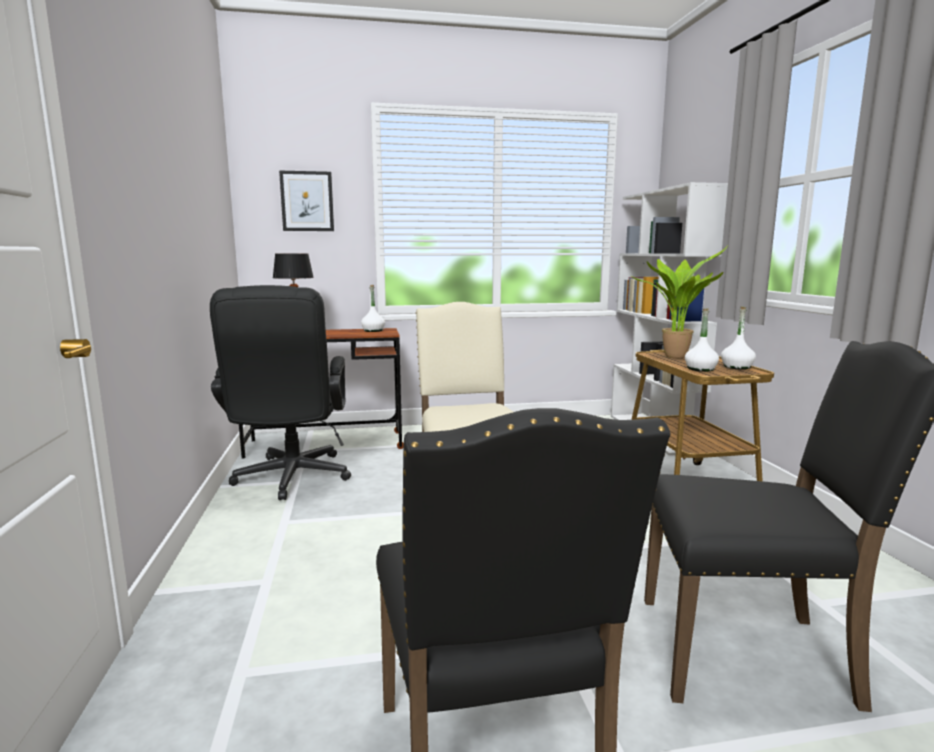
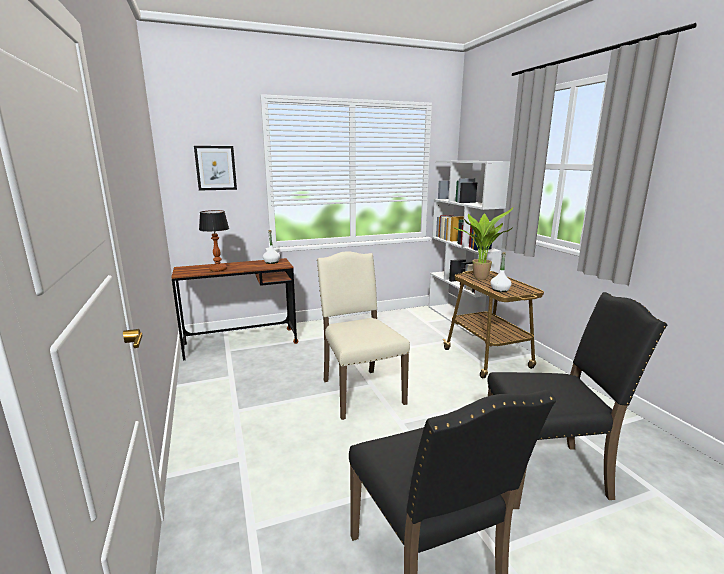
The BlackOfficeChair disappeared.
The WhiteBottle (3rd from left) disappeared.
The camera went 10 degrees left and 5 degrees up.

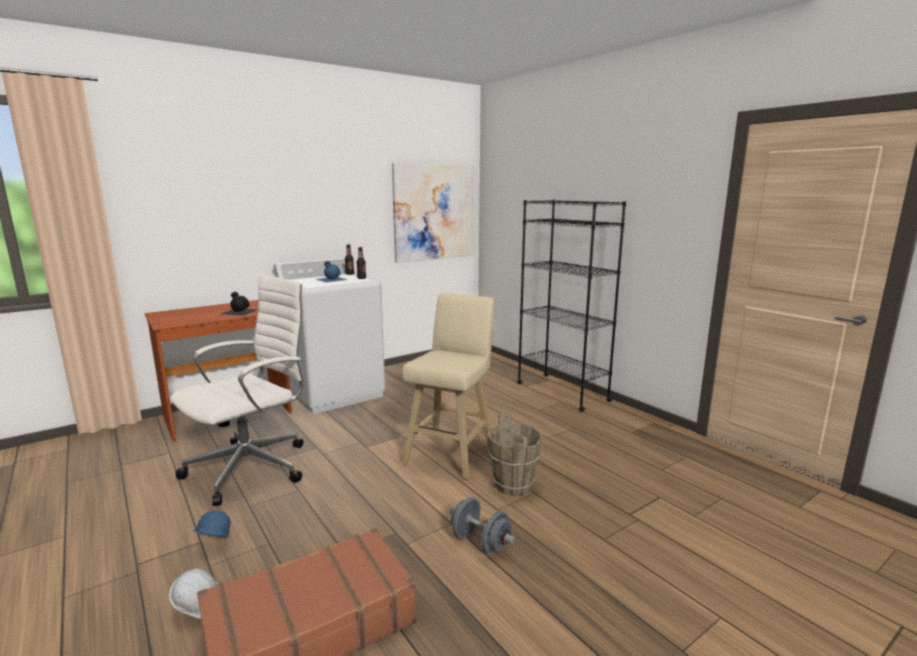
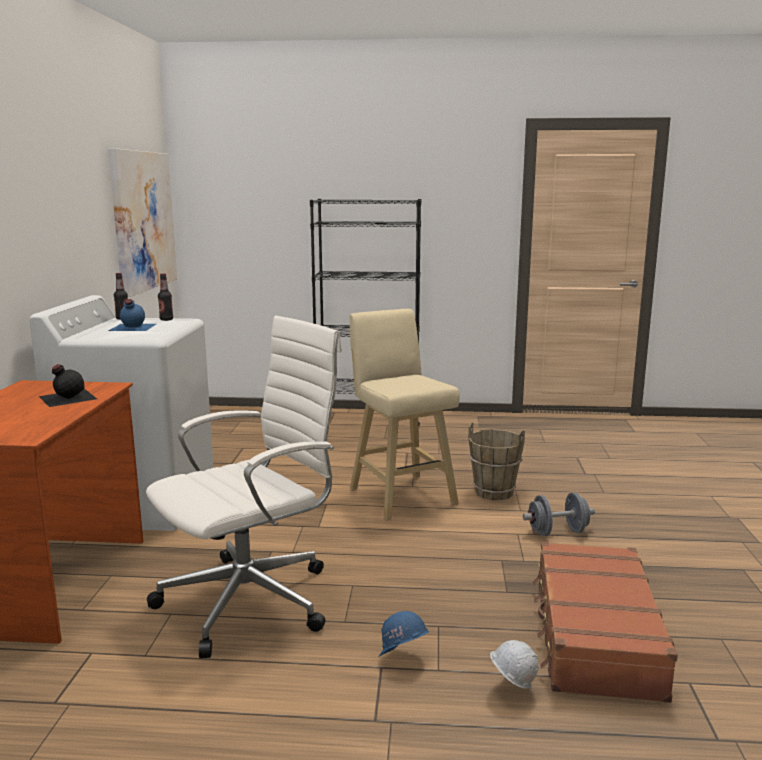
The WhiteOfficeChair turned 60 degrees clockwise.
The camera went 50 degrees left and 0 degrees up.

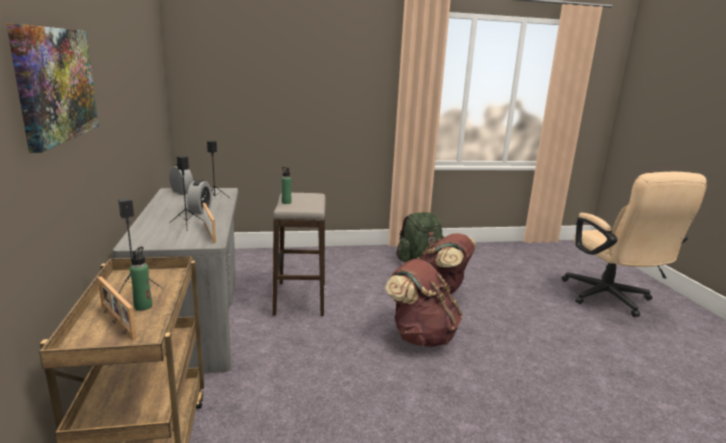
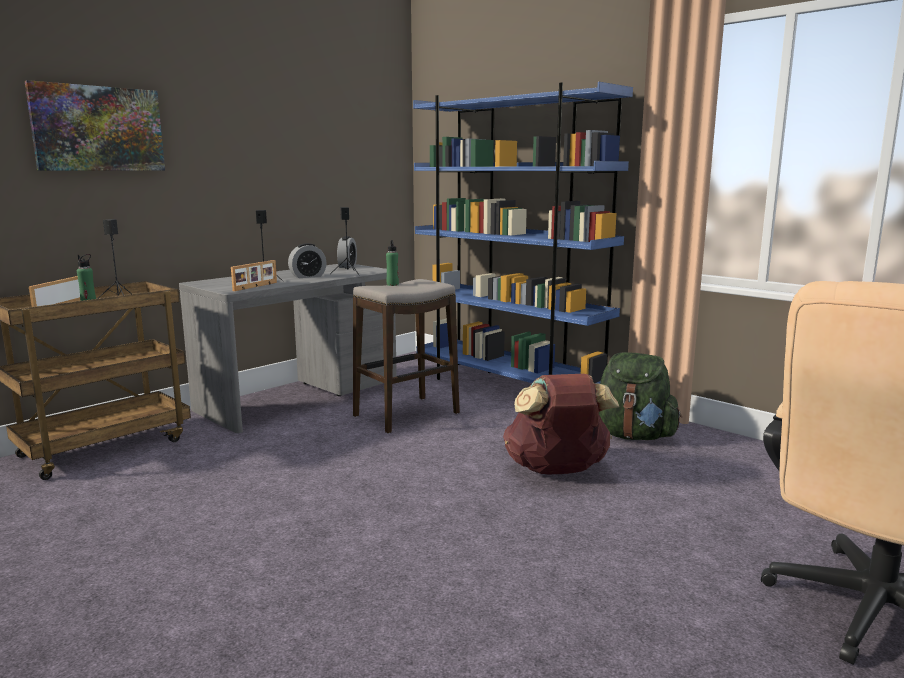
The BrownBackpack (1st from left) disappeared.
The BlueBookcase appeared.
The camera went 55 degrees right and 5 degrees down.

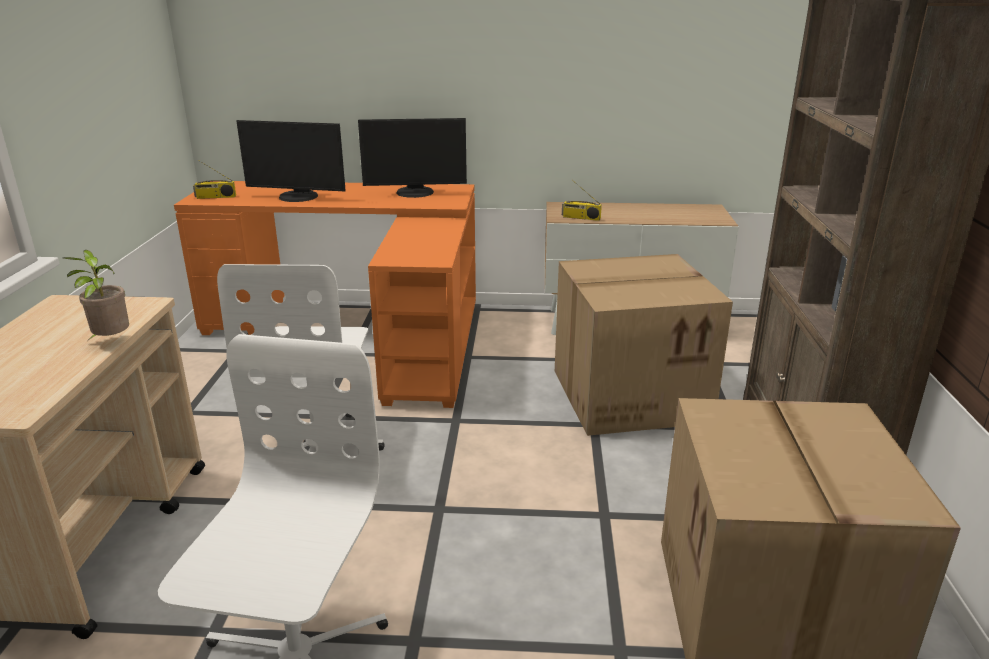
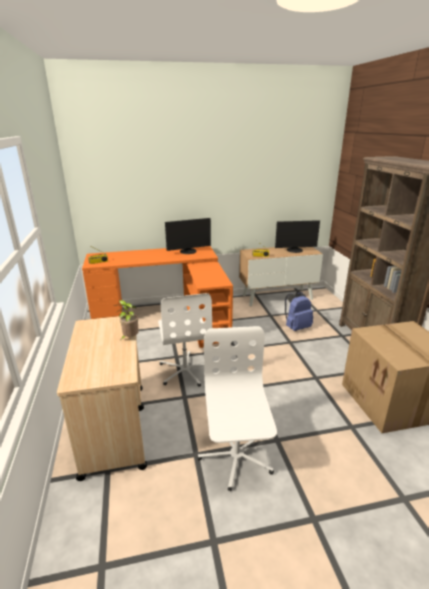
The Monitor (1st from left in the first image) moved.
The CardboardBox (1st from left) was replaced by the BlueBackpack.
The camera went 15 degrees left and 0 degrees up.

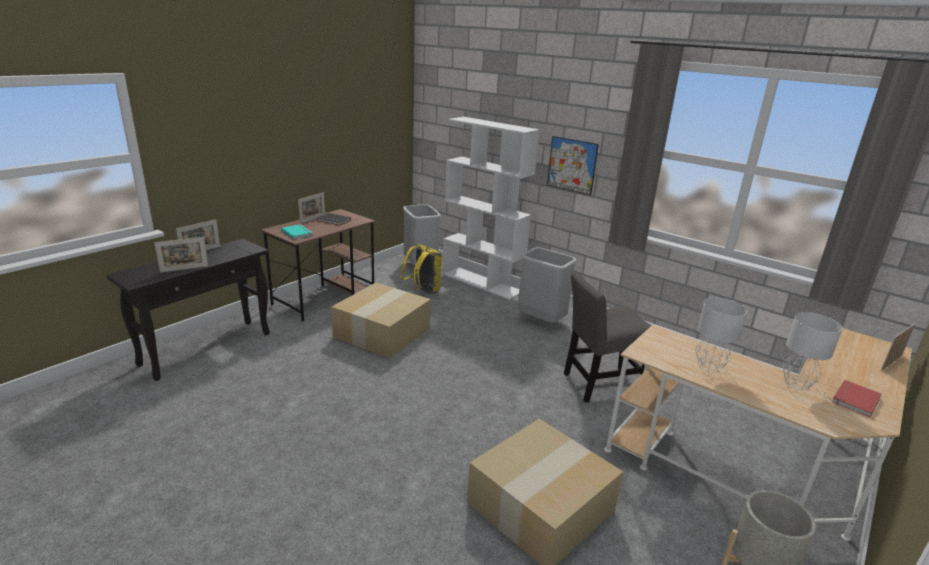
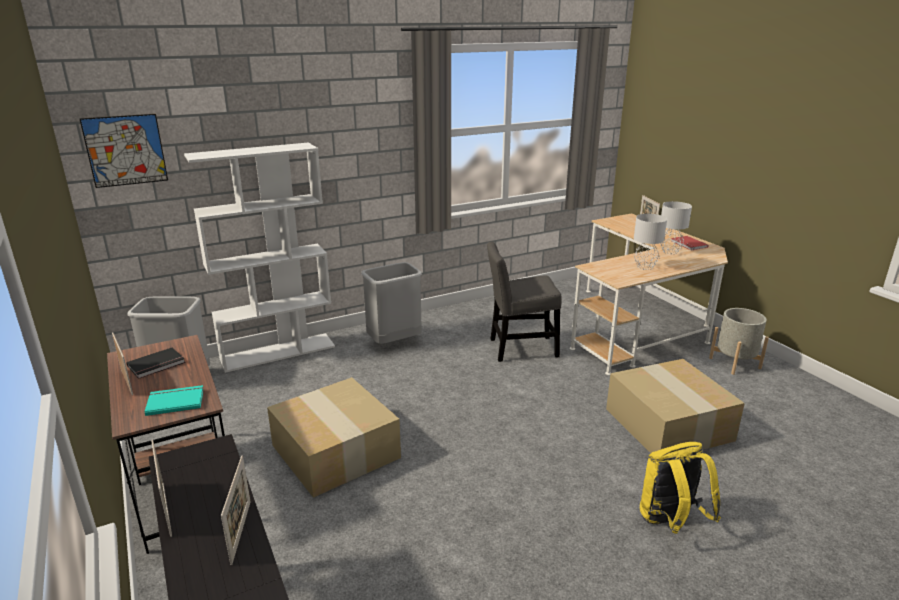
The YellowBackpack moved.
The Picture moved.
The GreyChair turned 75 degrees clockwise.
The camera went 65 degrees left and 0 degrees up.

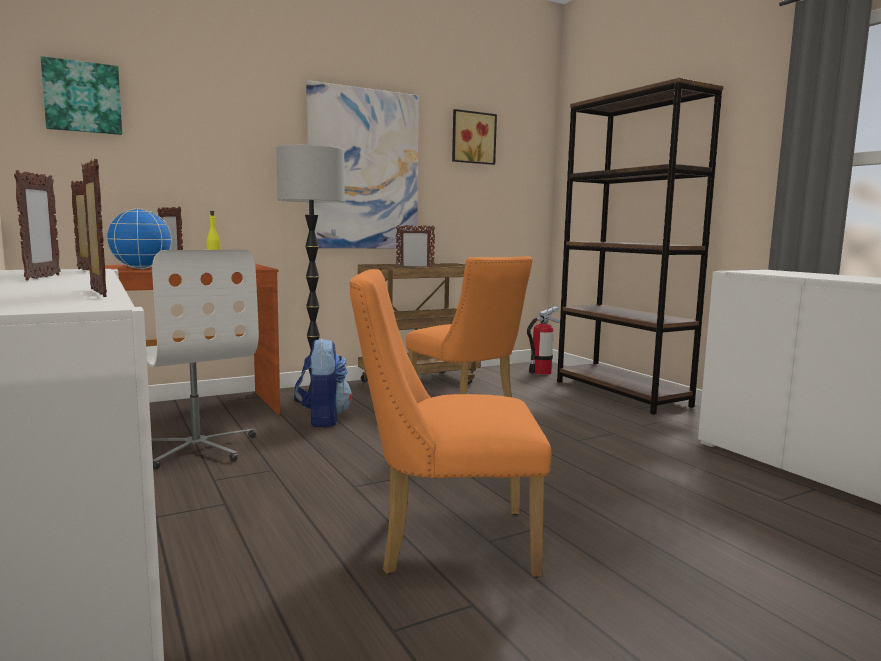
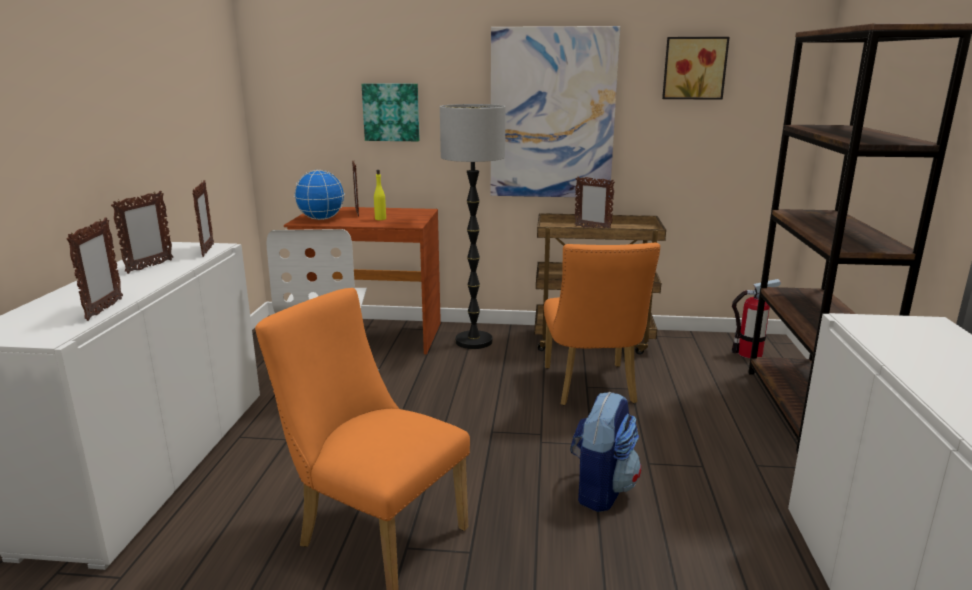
The Picture (1st from left) moved.
The Backpack moved.
The camera went 35 degrees right and 10 degrees up.

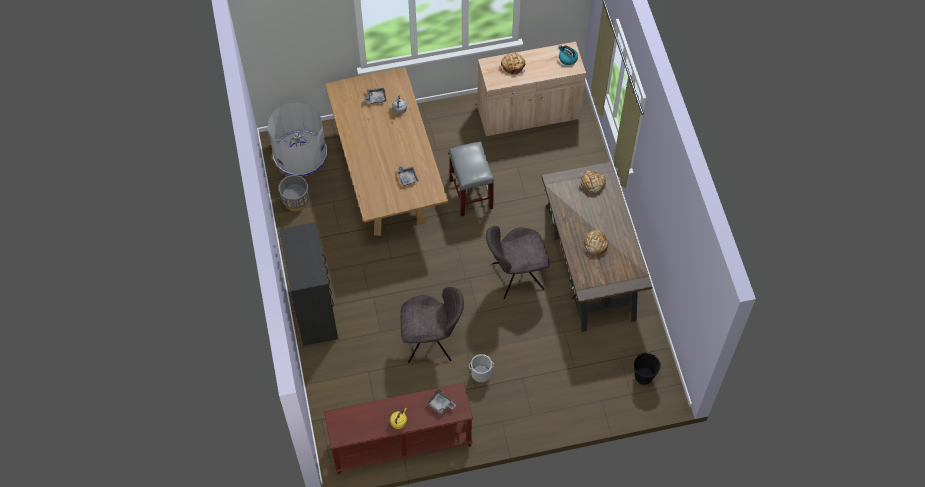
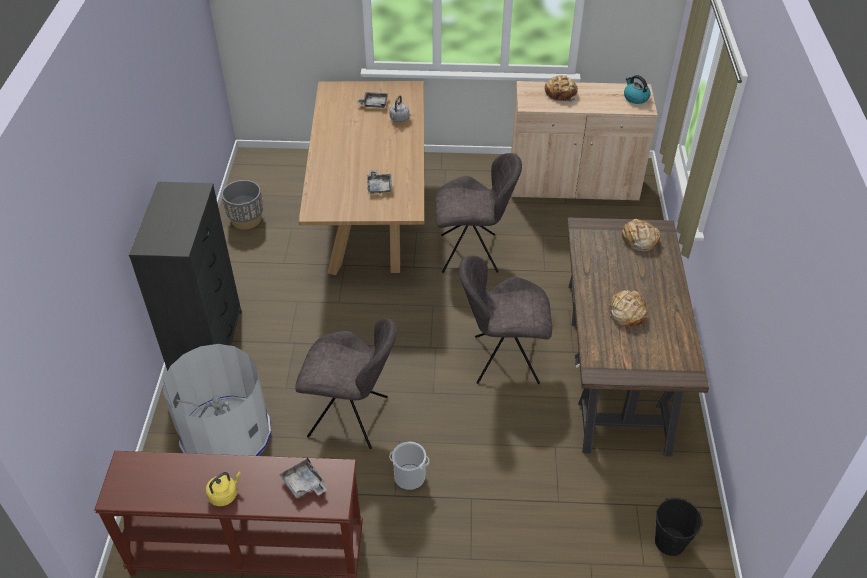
The GreyTrashCan moved.
The GreyStool was replaced by the GreyChair (2nd from left).
The camera went 15 degrees right and 15 degrees down.

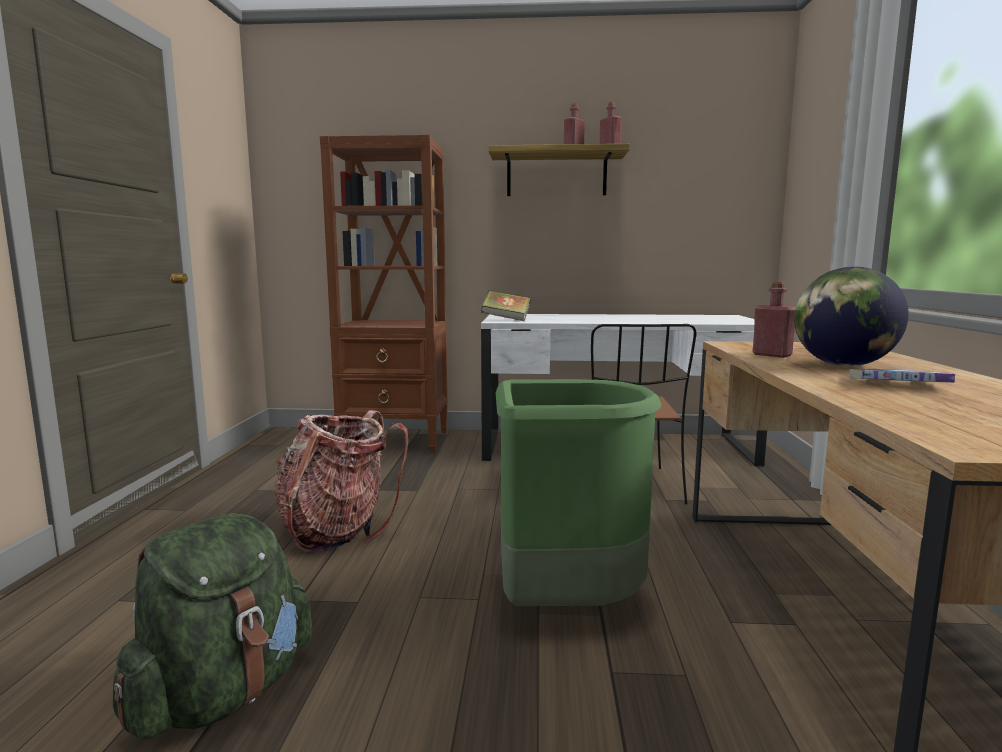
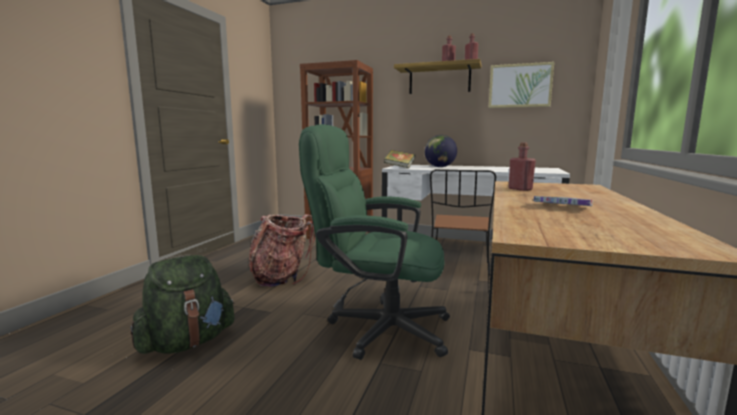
The GreenTrashCan was replaced by the GreenOfficeChair.
The Globe moved.
The Picture appeared.
The camera went 15 degrees right and 0 degrees up.

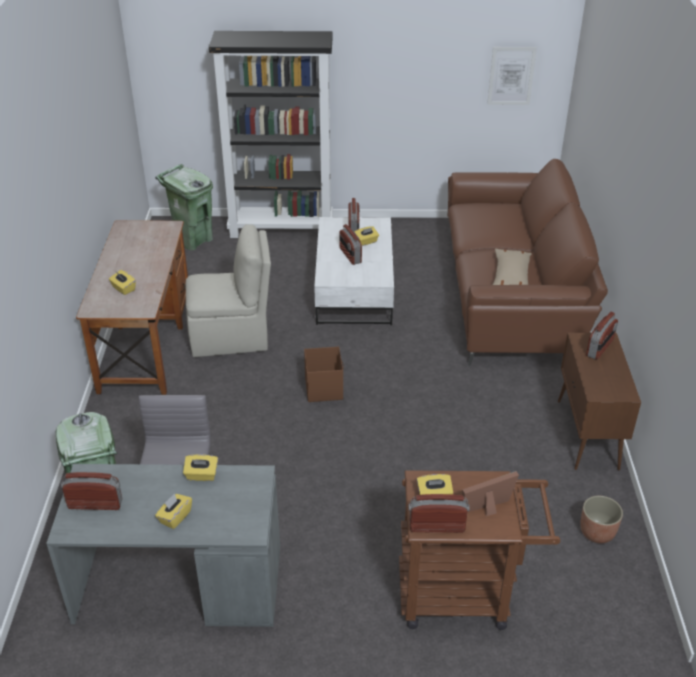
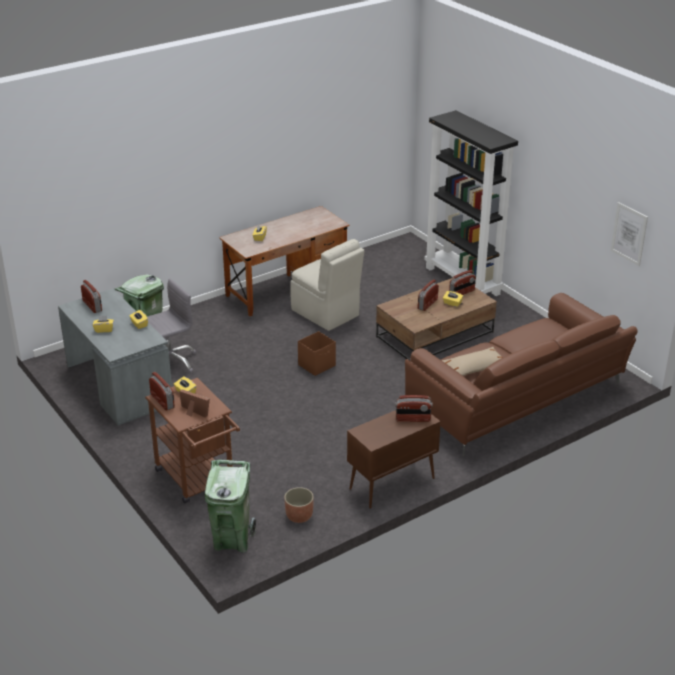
The GreenTrashCan (2nd from left) moved.
The WhiteCoffeeTable became the BrownCoffeeTable.
The camera went 55 degrees right and 5 degrees down.

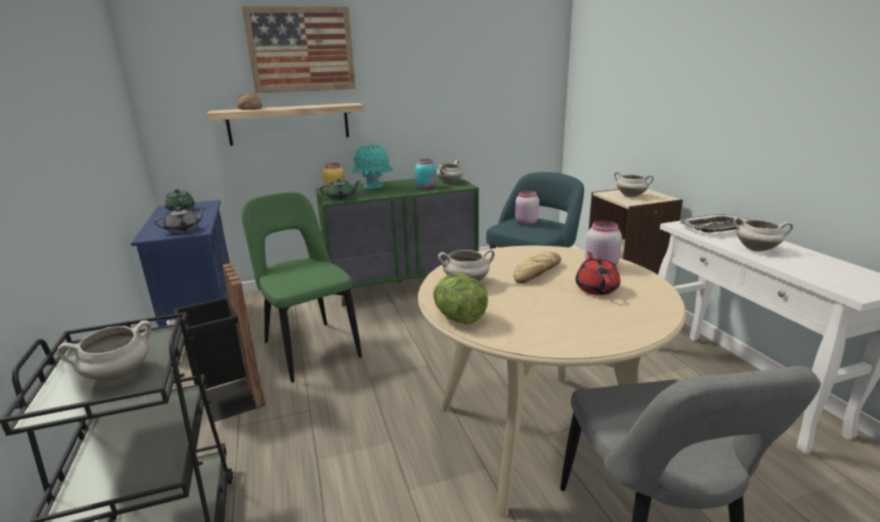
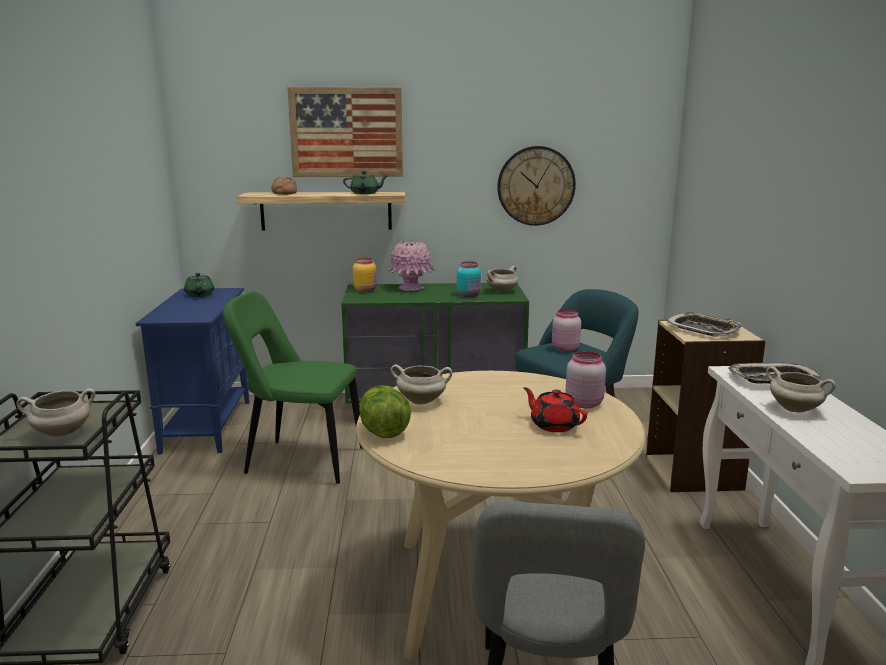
The GreyTeapot disappeared.
The BlackTrashCan disappeared.
The GreenChair turned 60 degrees counterclockwise.
The GreenTeapot (2nd from left) moved.
The TurquoiseVase became the PinkVase.
The Bread (2nd from left) disappeared.
The RedTeapot turned 60 degrees counterclockwise.
The WhiteCookingPot (4th from left) was replaced by the Tray (1st from left).
The WallClock appeared.
The camera went 15 degrees right and 5 degrees down.

